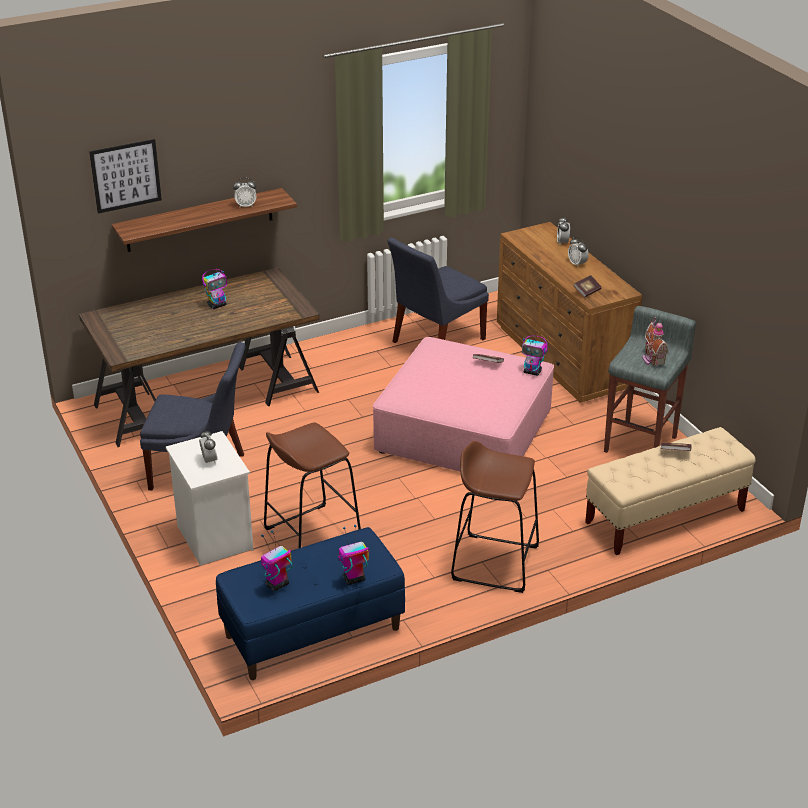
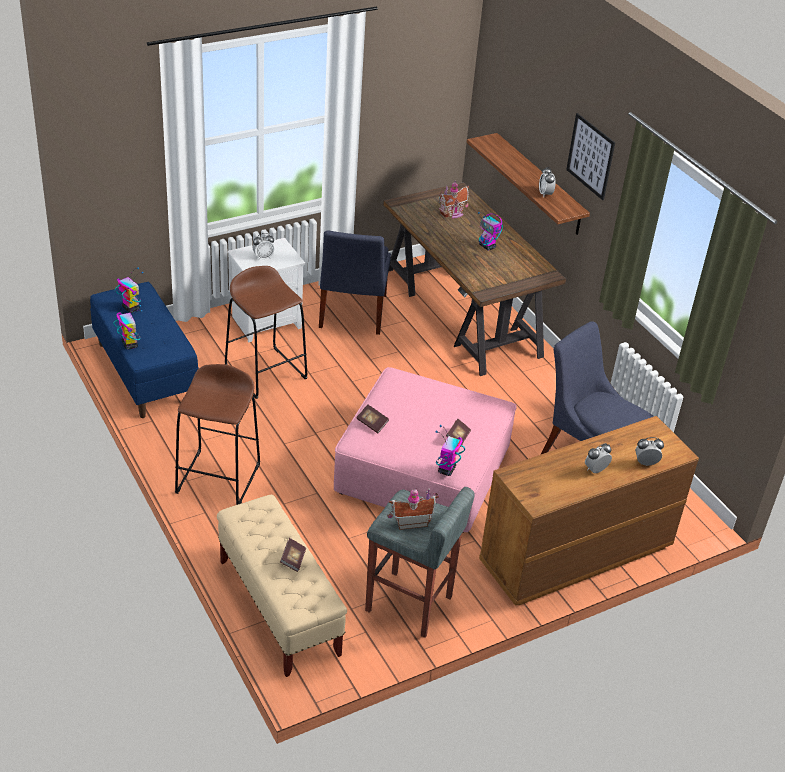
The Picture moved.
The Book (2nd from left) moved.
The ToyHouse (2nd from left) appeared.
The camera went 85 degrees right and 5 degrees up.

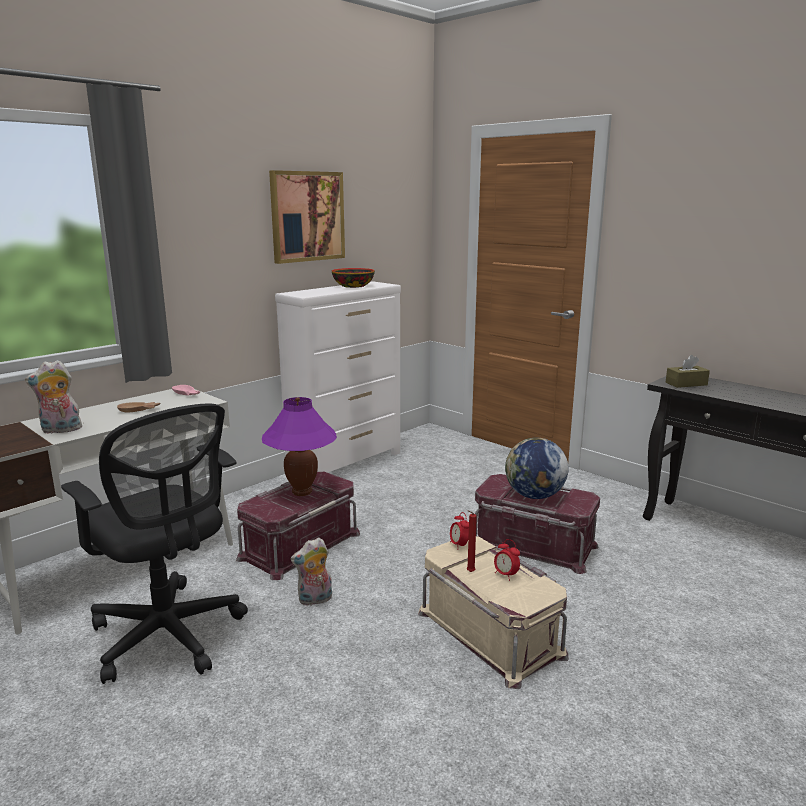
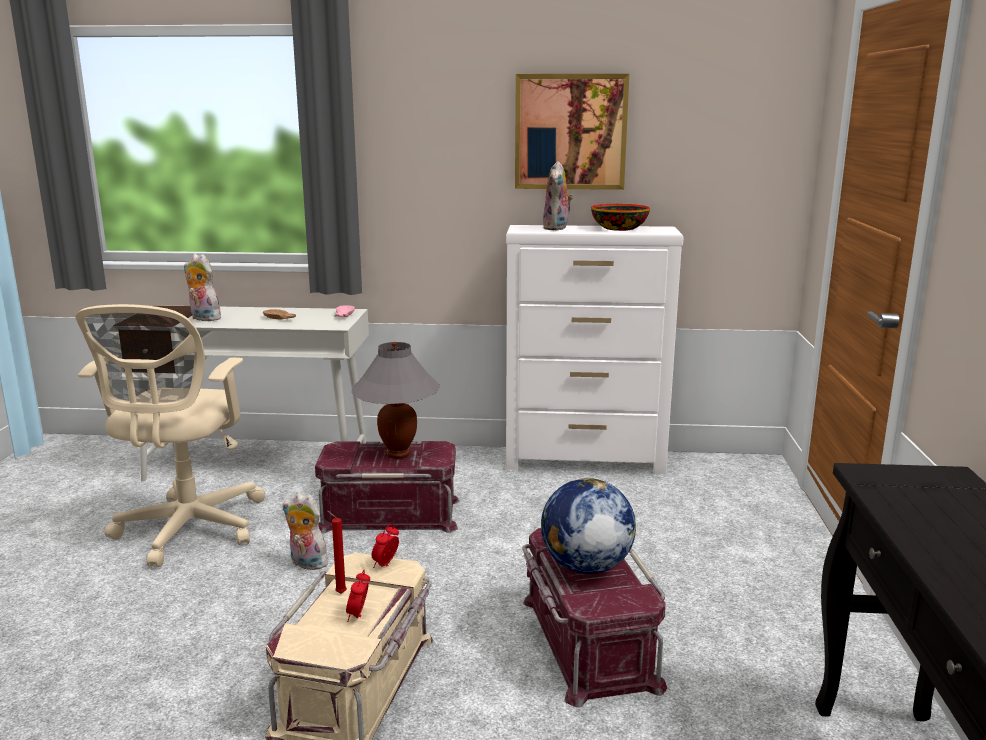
The BlackOfficeChair became the BeigeOfficeChair.
The PurpleTableLamp became the GreyTableLamp.
The BrownTissueBox disappeared.
The PlushToy (3rd from left) appeared.
The camera went 50 degrees right and 0 degrees up.

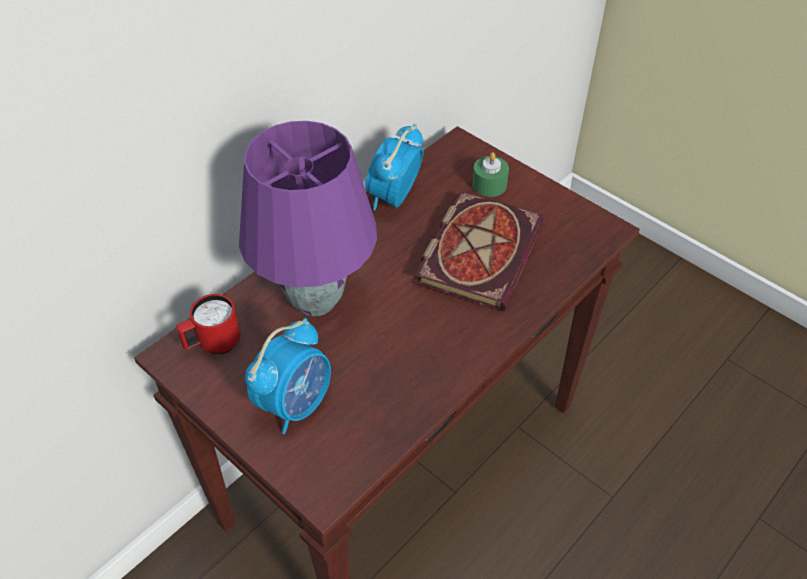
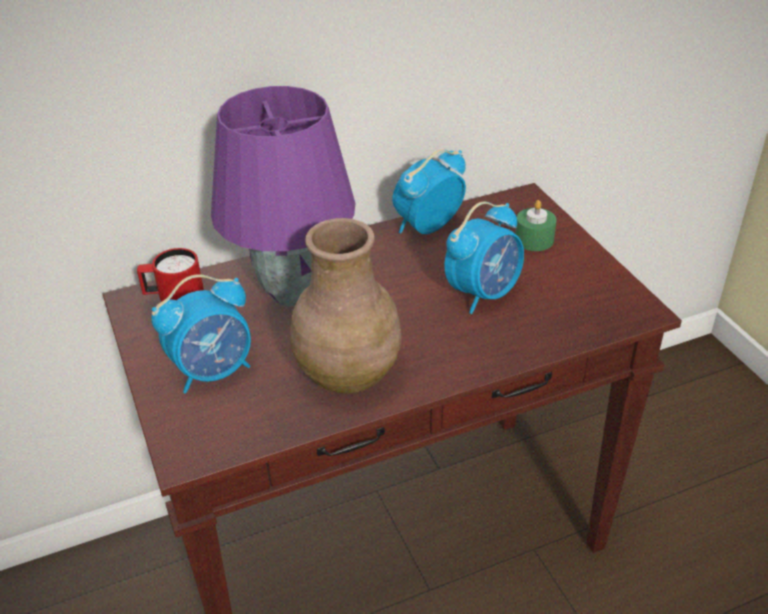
The Book was replaced by the AlarmClock (3rd from left).
The BrownVase appeared.
The camera went 25 degrees right and 10 degrees down.

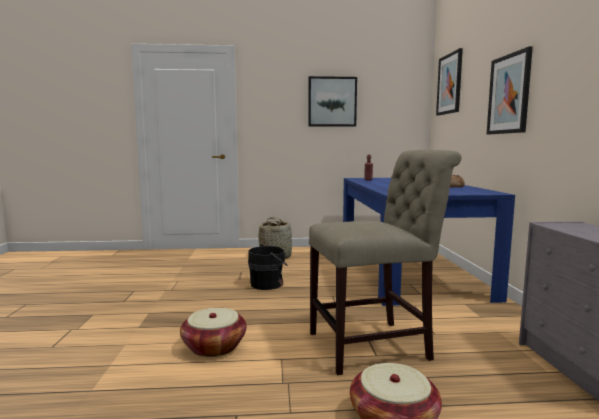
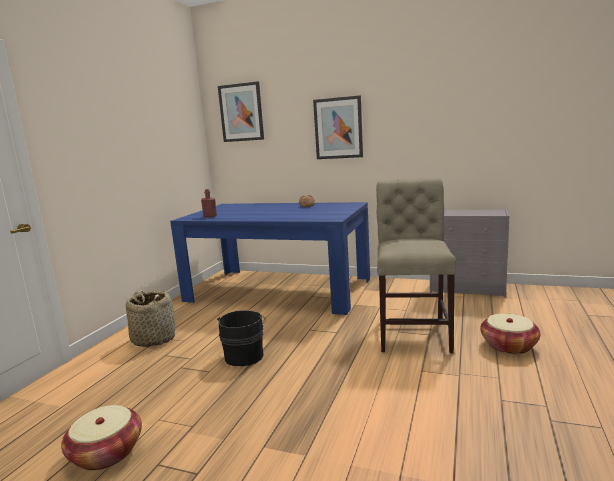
The Basket (1st from left) moved.
The Picture (1st from left) disappeared.
The camera went 65 degrees left and 5 degrees up.

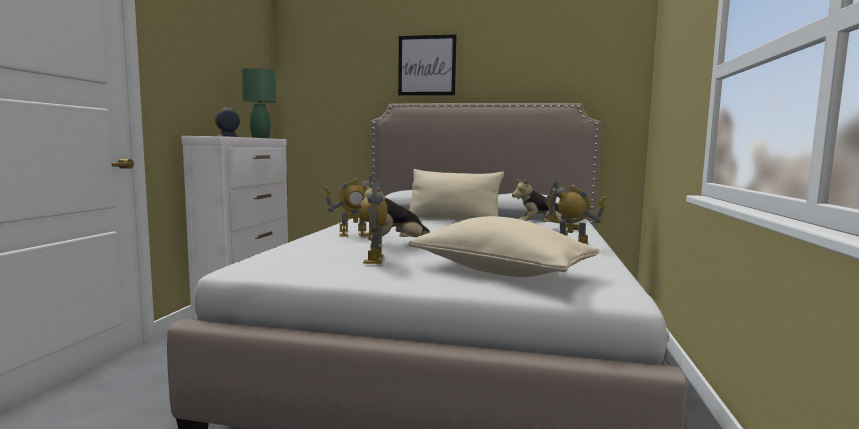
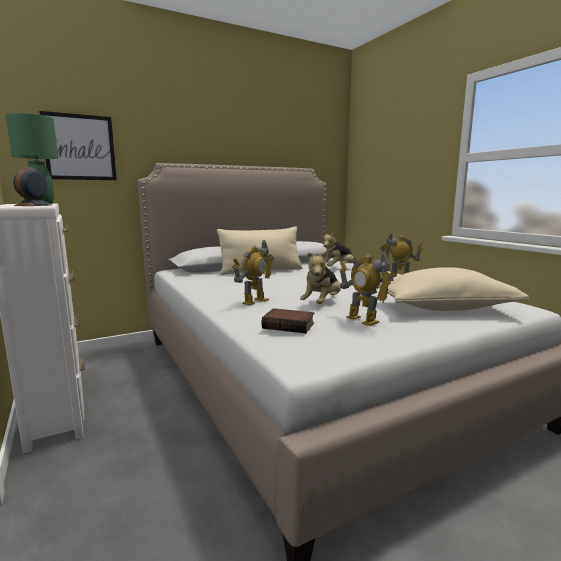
The Picture moved.
The Book appeared.
The camera went 40 degrees left and 5 degrees up.

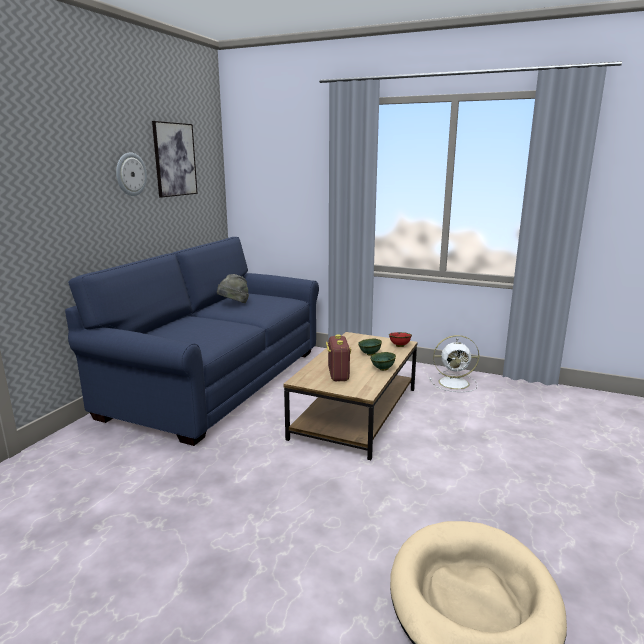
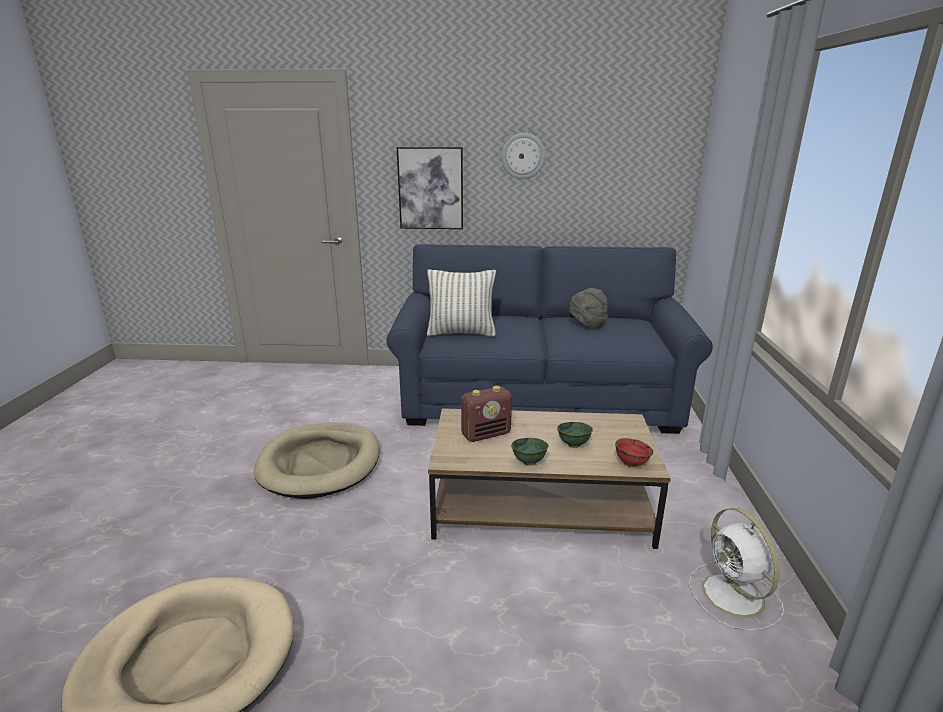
The Picture moved.
The BeigeDogBed (2nd from left) appeared.
The Pillow appeared.
The camera went 70 degrees right and 5 degrees up.

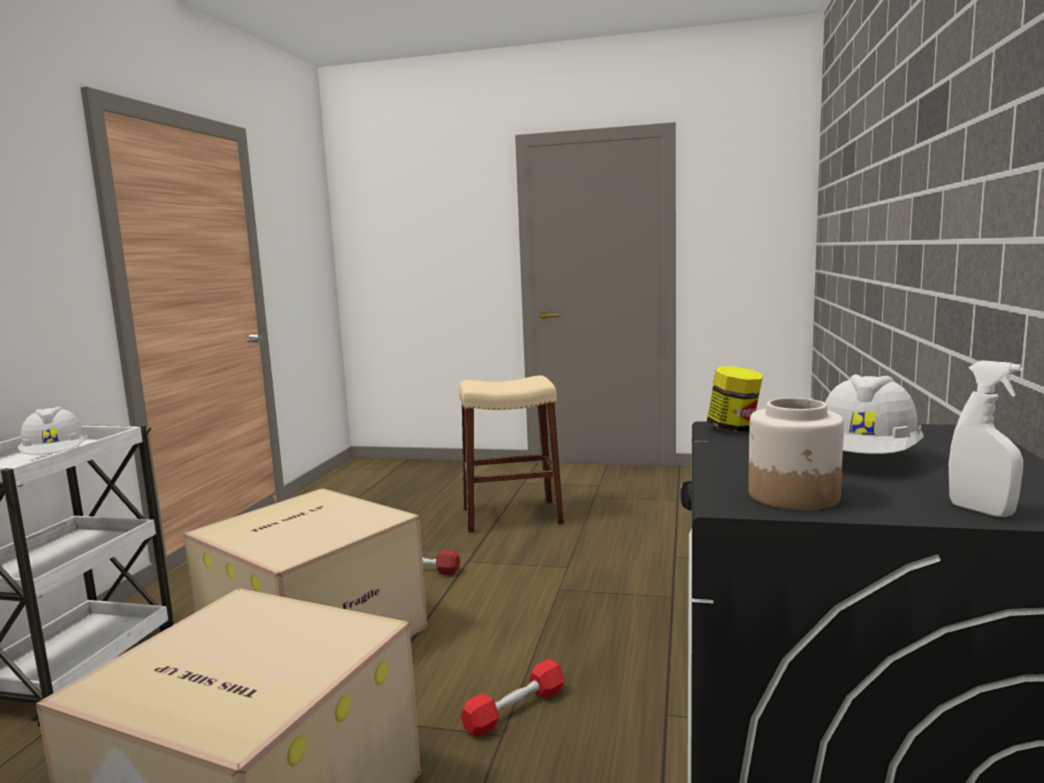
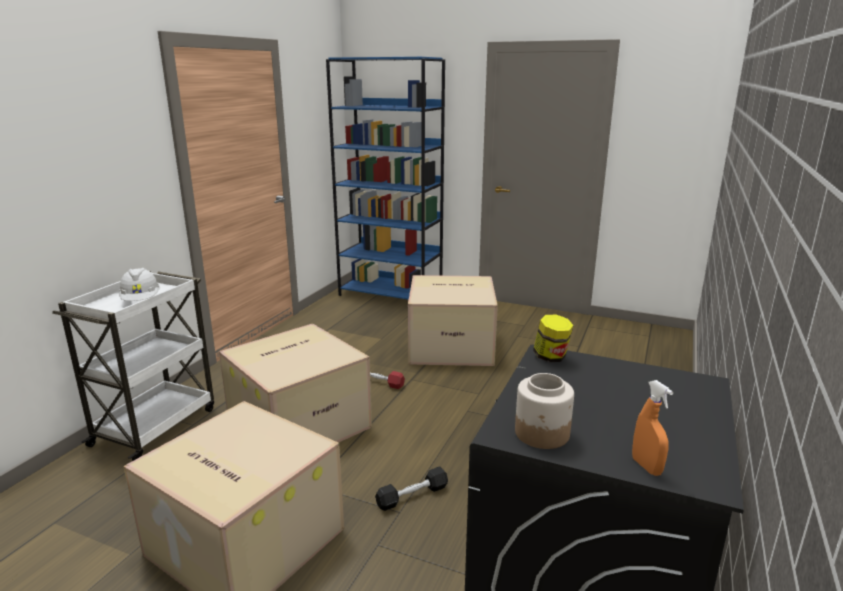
The BeigeStool was replaced by the CardboardBox (3rd from left).
The RedDumbbell (2nd from left) became the BlackDumbbell.
The WhiteHardHat (2nd from left) disappeared.
The WhiteSprayBottle became the OrangeSprayBottle.
The BlueBookcase appeared.
The camera went 10 degrees right and 10 degrees up.

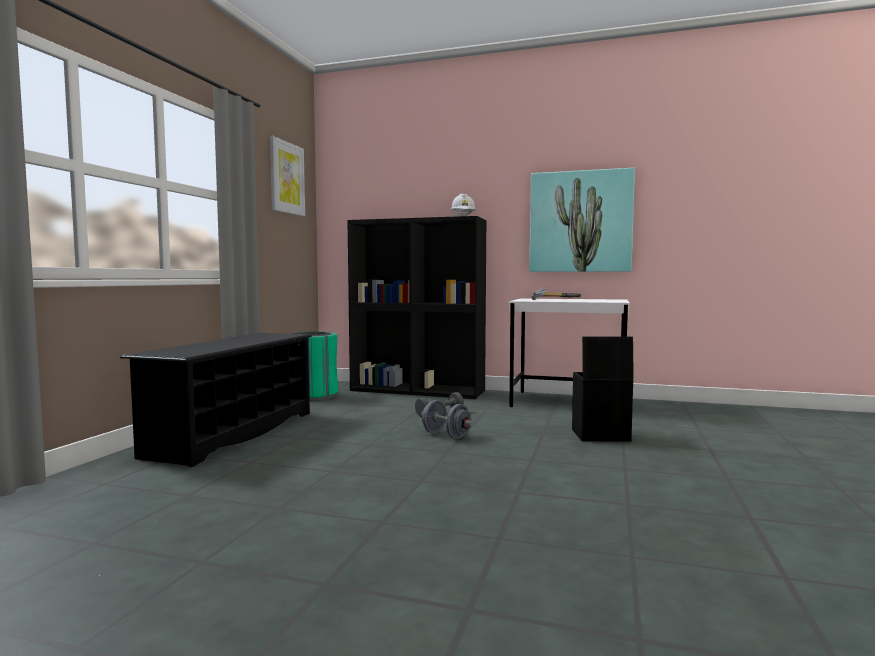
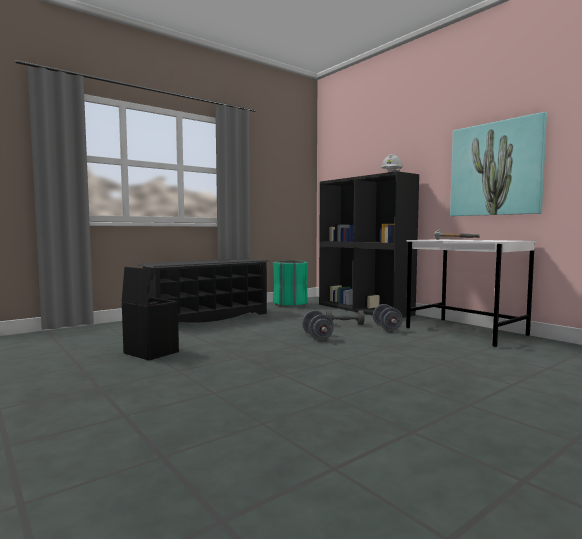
The Picture (1st from left) disappeared.
The BlackStorageBox moved.
The GreyDumbbell (3rd from left) appeared.
The camera went 35 degrees right and 0 degrees up.

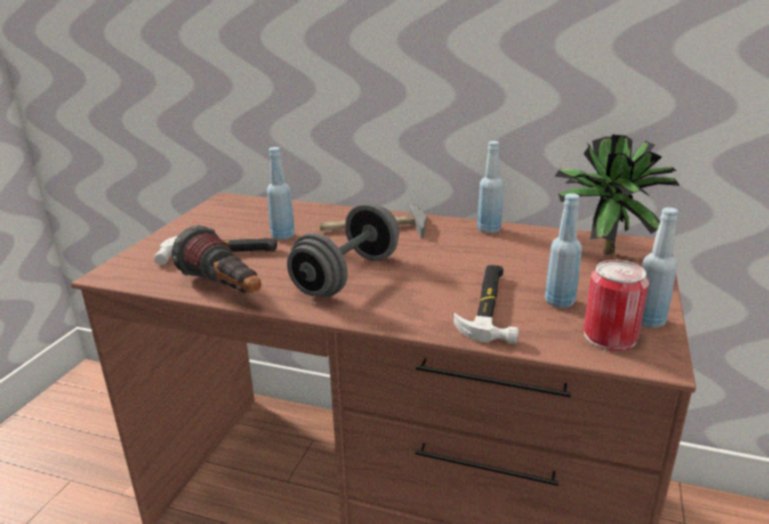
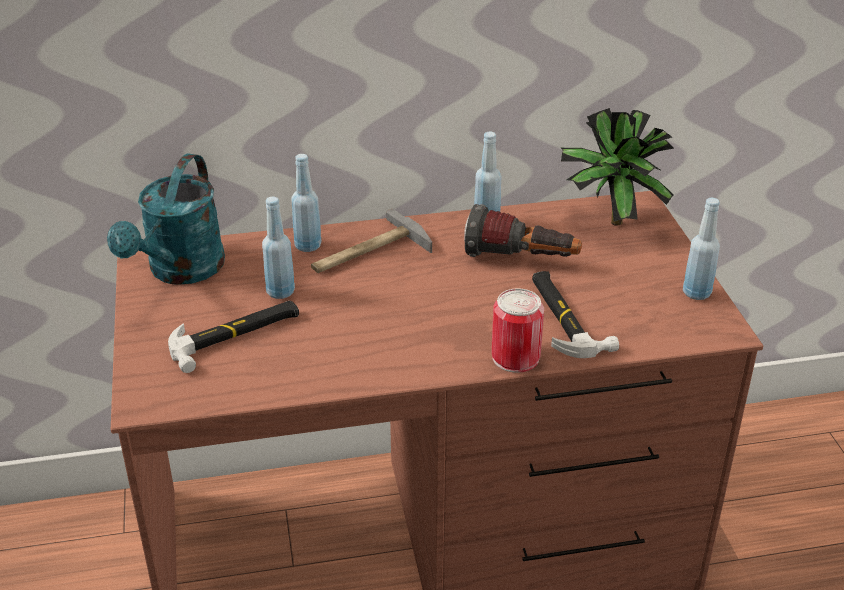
The Flashlight moved.
The GreyDumbbell disappeared.
The BlueBottle (3rd from left in the first image) moved.
The Can moved.
The TurquoiseWateringCan appeared.
The camera went 30 degrees left and 10 degrees up.

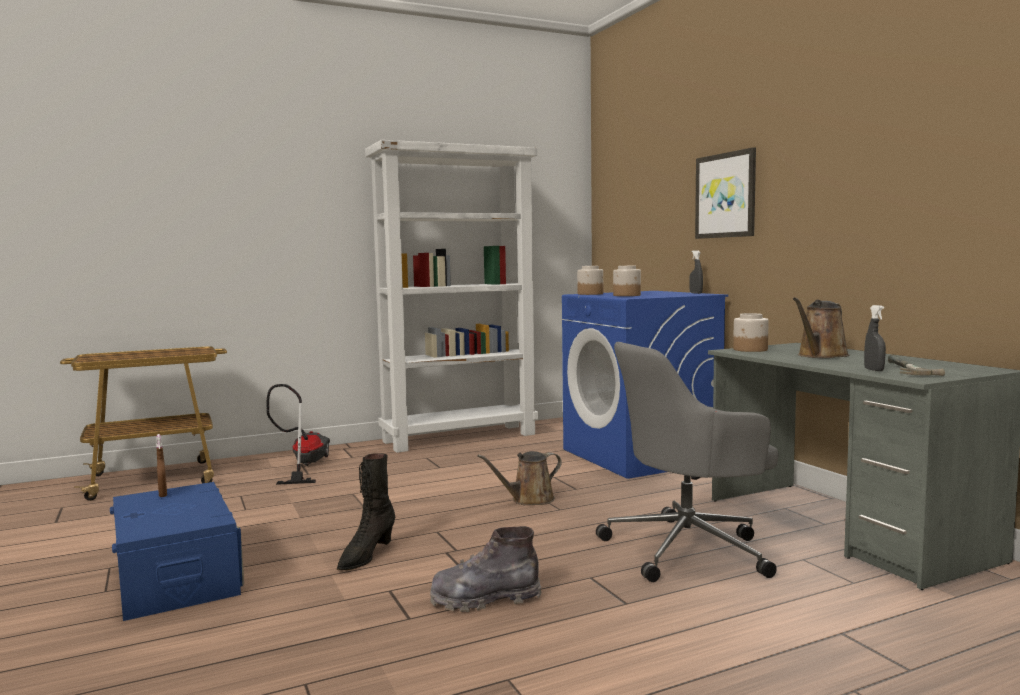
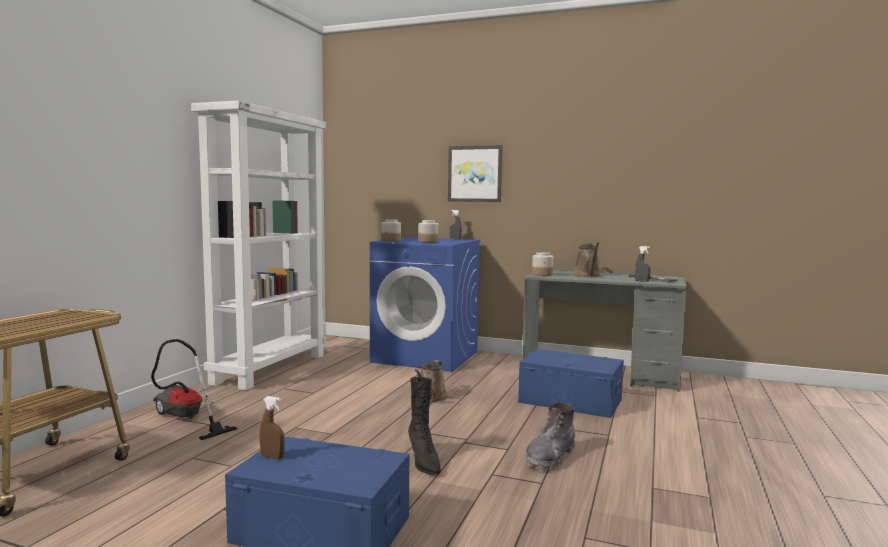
The GreyOfficeChair was replaced by the BlueStorageBox (2nd from left).
The camera went 45 degrees left and 0 degrees up.

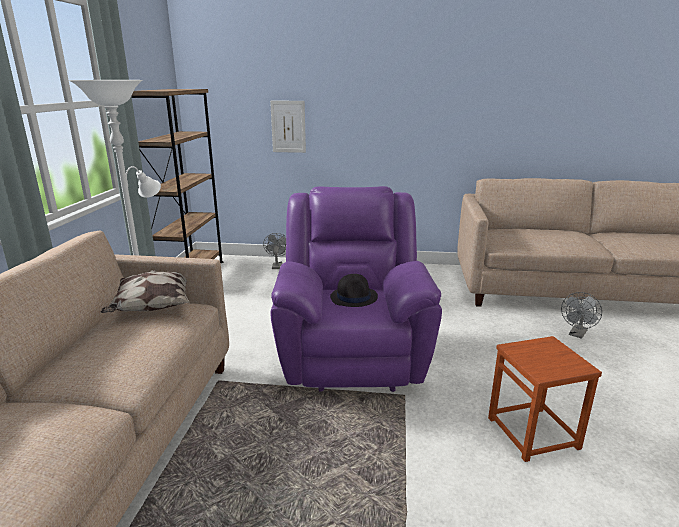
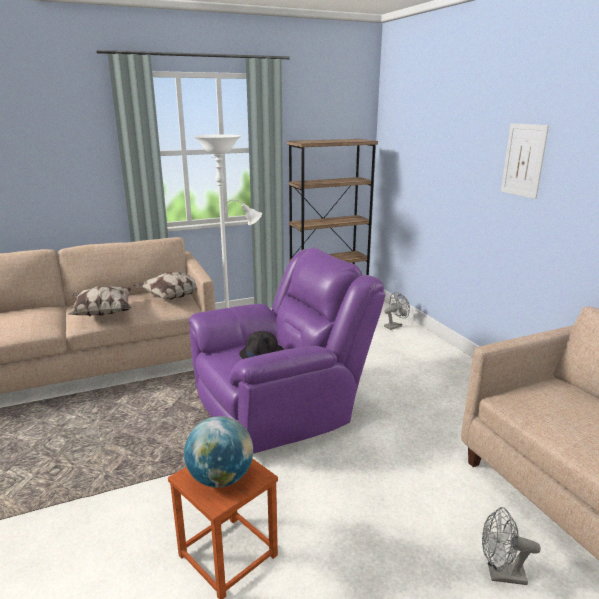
The Picture moved.
The Pillow (1st from left) appeared.
The Globe appeared.
The camera went 60 degrees right and 0 degrees up.

